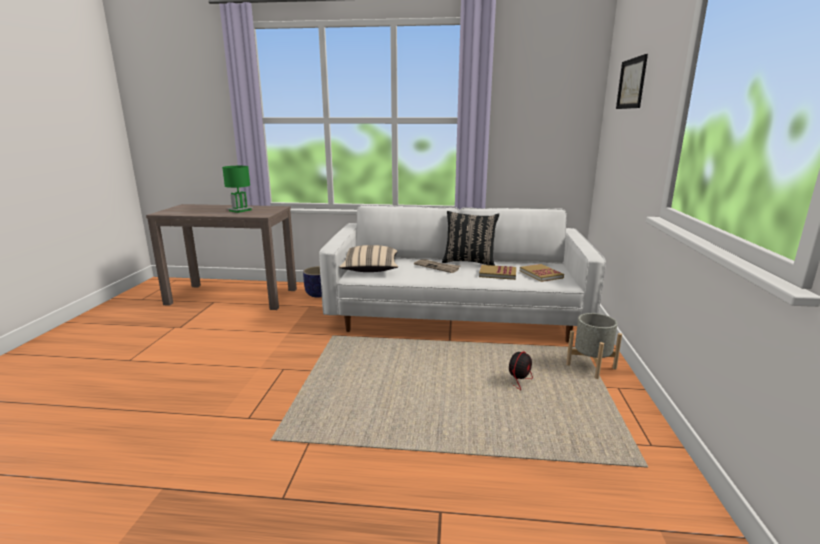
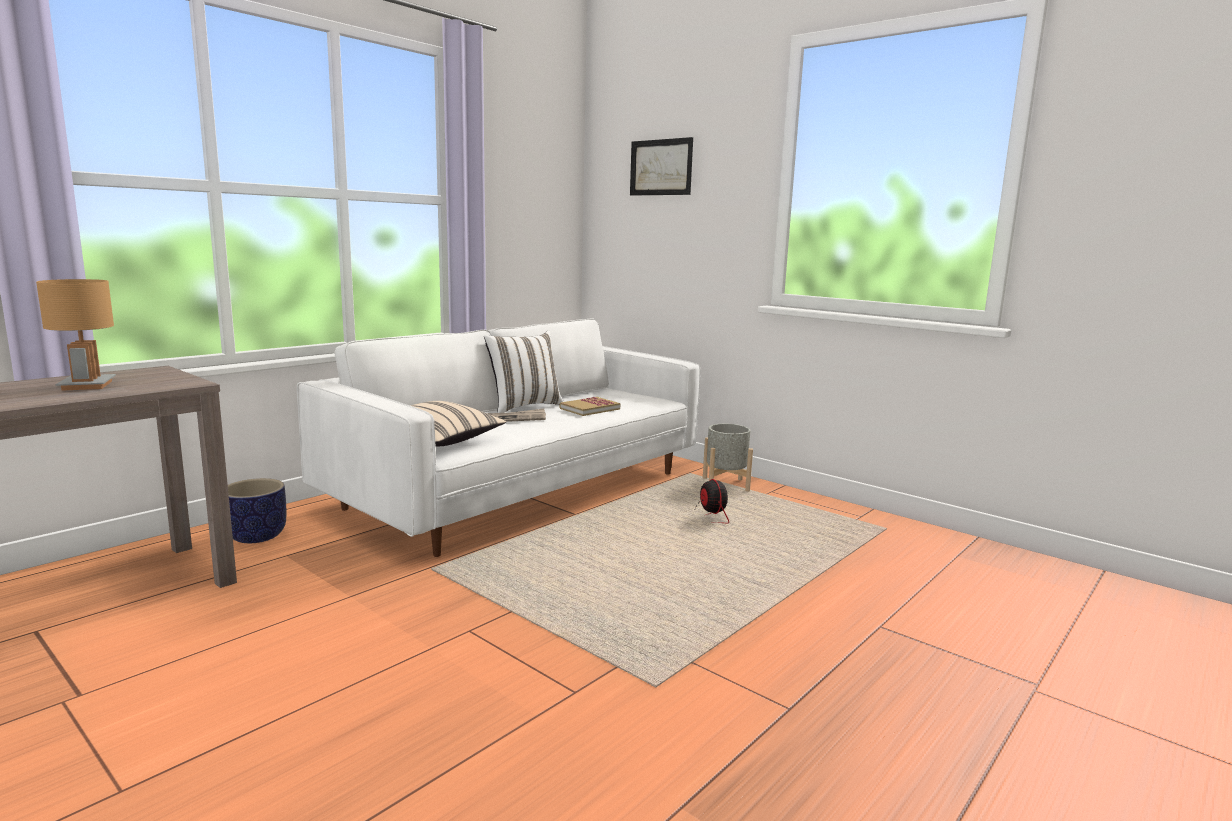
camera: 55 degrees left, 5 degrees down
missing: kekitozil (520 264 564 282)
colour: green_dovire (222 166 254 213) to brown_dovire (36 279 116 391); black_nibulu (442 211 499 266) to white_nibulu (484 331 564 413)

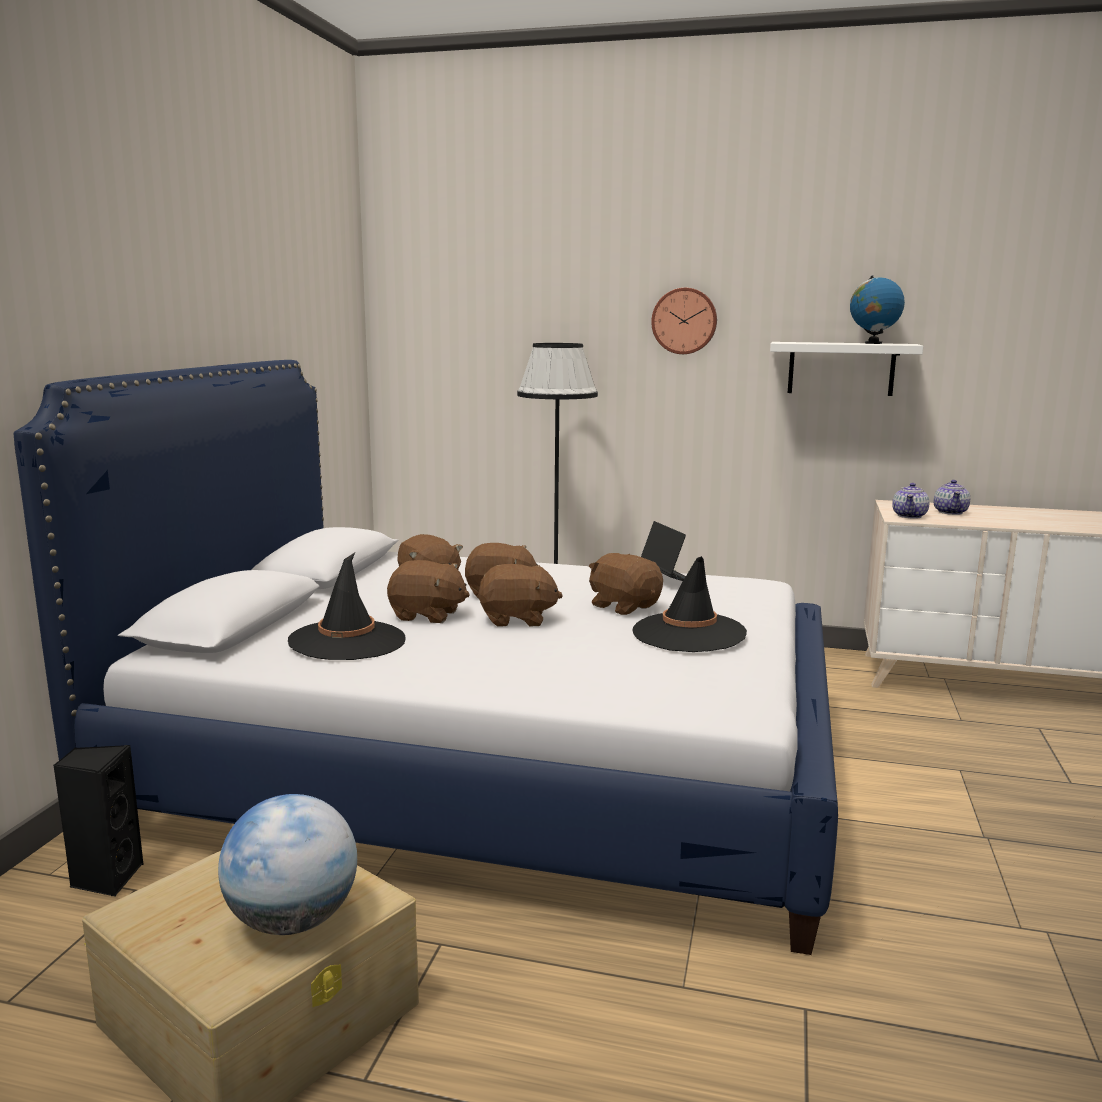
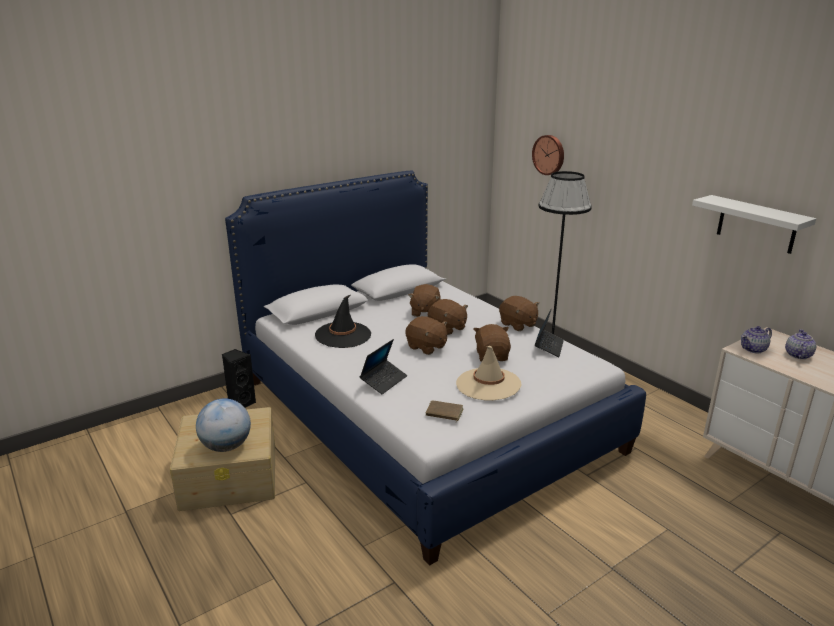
camera: 40 degrees right, 10 degrees up
missing: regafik (850 275 905 344)
appeared: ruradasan (360 339 407 394); brown_kekitozil (426 400 464 422)
relocated: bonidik (651 288 717 354) to (532 135 564 175); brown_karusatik (387 560 470 623) to (499 296 539 331)
colour: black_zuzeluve (632 556 747 652) to beige_zuzeluve (456 346 521 401)
spun: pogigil (933 480 970 515) = (785 329 817 359) 150 degrees clockwise

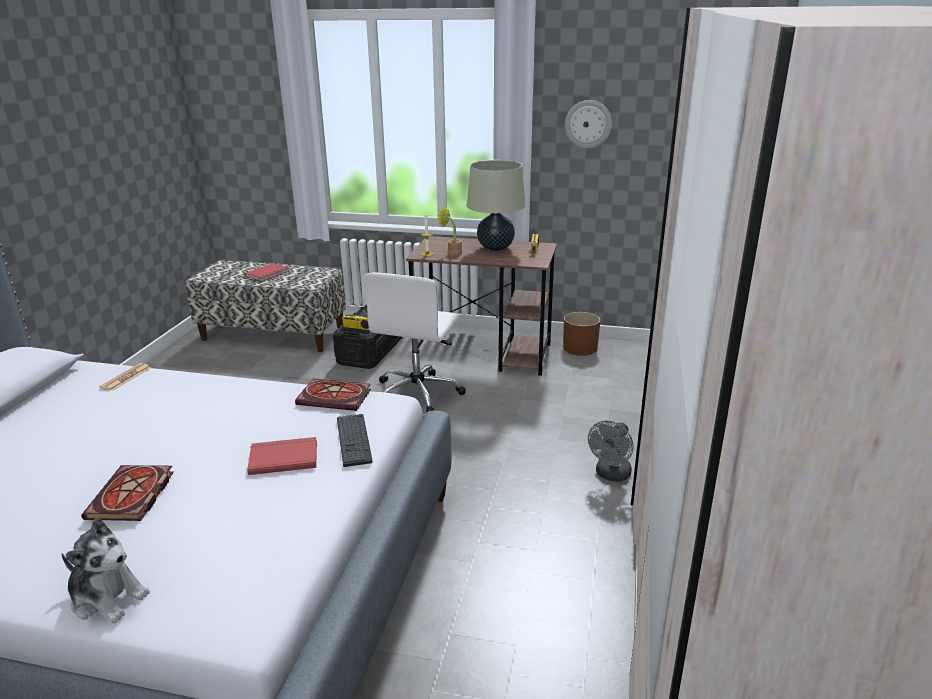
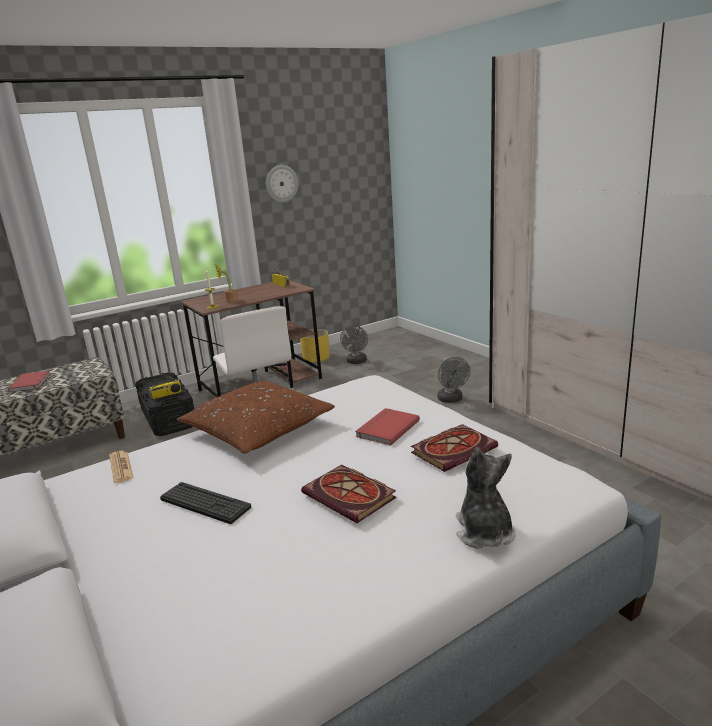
camera: 45 degrees left, 5 degrees down
missing: beige_dovire (467 160 525 251)
appeared: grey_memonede (340 325 368 364); brown_nibulu (177 380 335 454)
relocated: kekitozil (295 378 371 411) to (411 424 498 472); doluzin (337 414 373 467) to (160 482 251 524)
colour: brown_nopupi (563 312 600 356) to yellow_nopupi (300 329 330 362)
spun: karusatik (61 518 150 623) = (456 447 515 549) 75 degrees counterclockwise

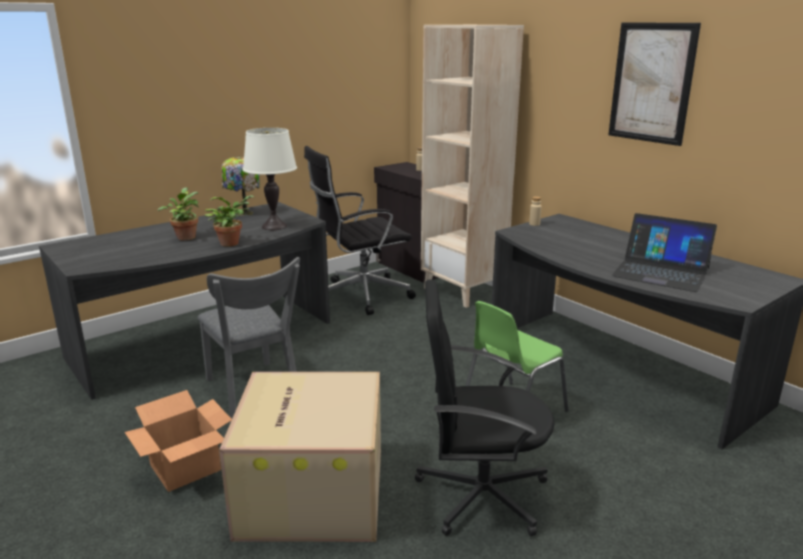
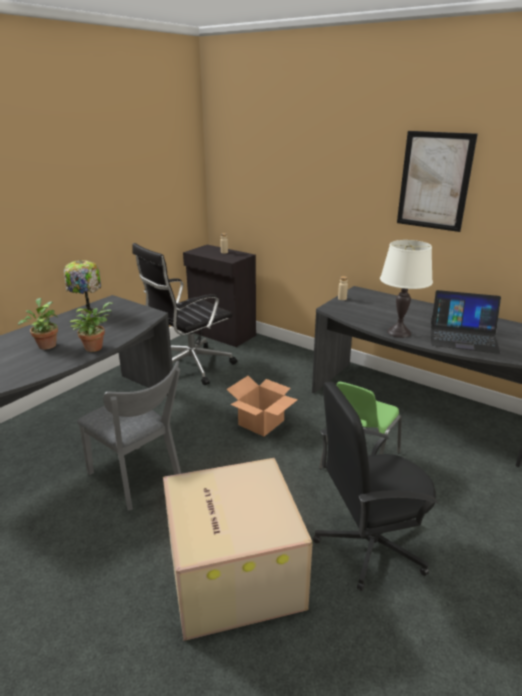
camera: 15 degrees left, 5 degrees up
missing: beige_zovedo (421 25 524 308)
relocated: white_dovire (243 128 297 230) to (380 240 433 338); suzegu (125 390 232 492) to (226 376 298 436)

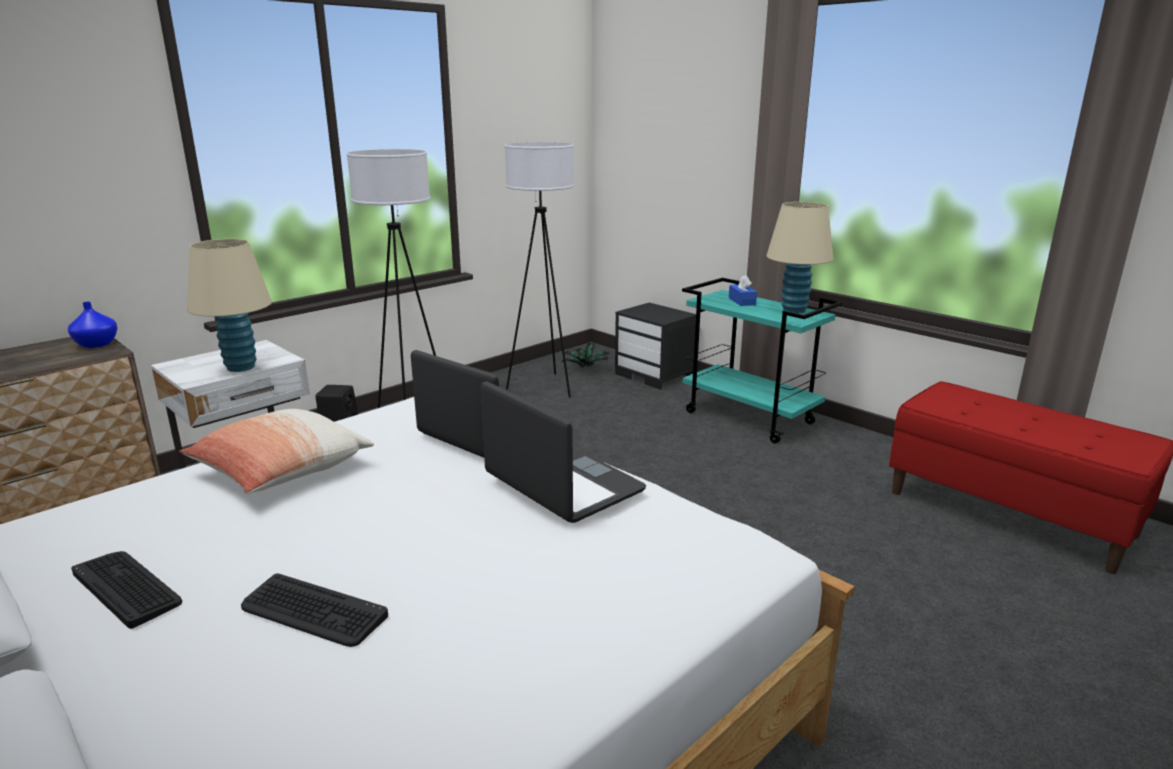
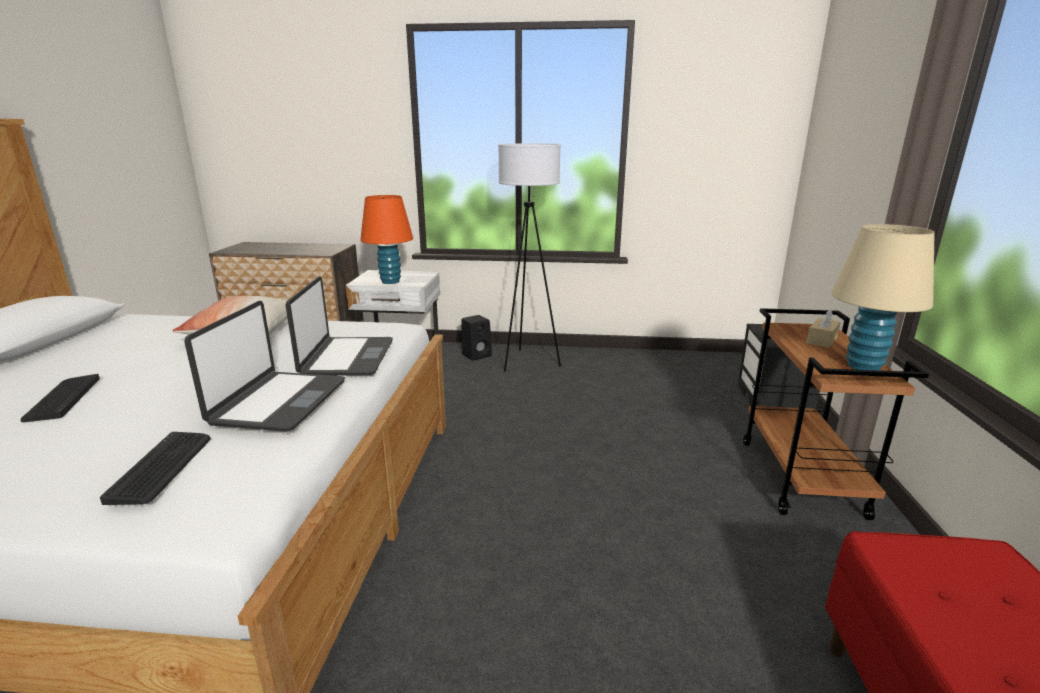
camera: 50 degrees right, 0 degrees up
missing: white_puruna (505 142 574 397); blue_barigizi (68 302 117 348); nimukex (562 343 610 368)
relocated: doluzin (71 551 182 629) to (100 432 211 505)
colour: beige_dovire (187 239 272 372) to orange_dovire (360 195 413 284); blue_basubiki (729 275 757 306) to beige_basubiki (807 309 841 348); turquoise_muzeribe (682 278 842 444) to brown_muzeribe (743 308 929 520)

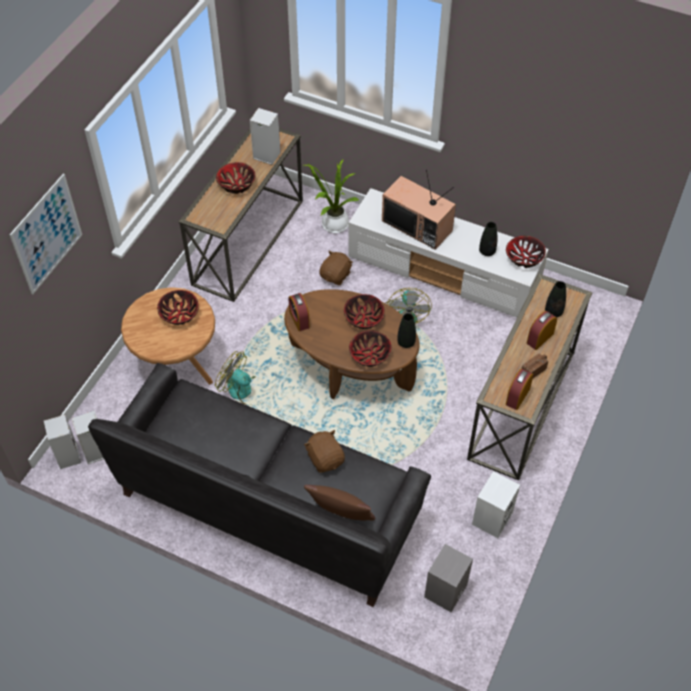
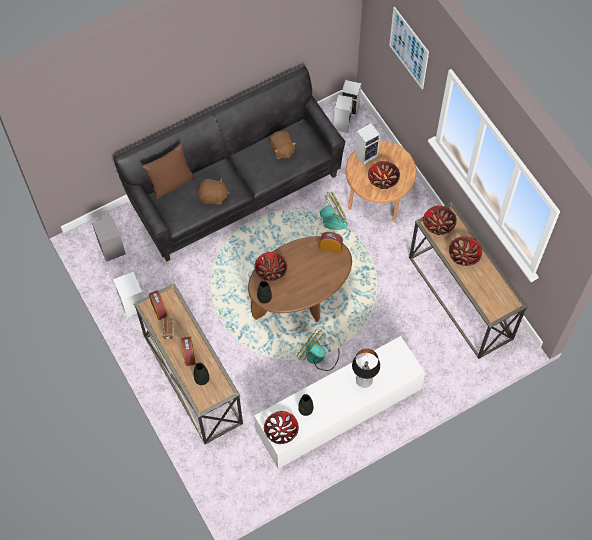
camera: 125 degrees right, 10 degrees up
missing: nimukex (304 158 360 233)
relocated: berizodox (250 108 281 165) to (355 123 380 165); brown_karusatik (319 251 353 285) to (269 131 296 159); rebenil (344 294 385 329) to (423 206 457 235)
exchanged: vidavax (382 170 456 250) to dovire (352 349 380 388)

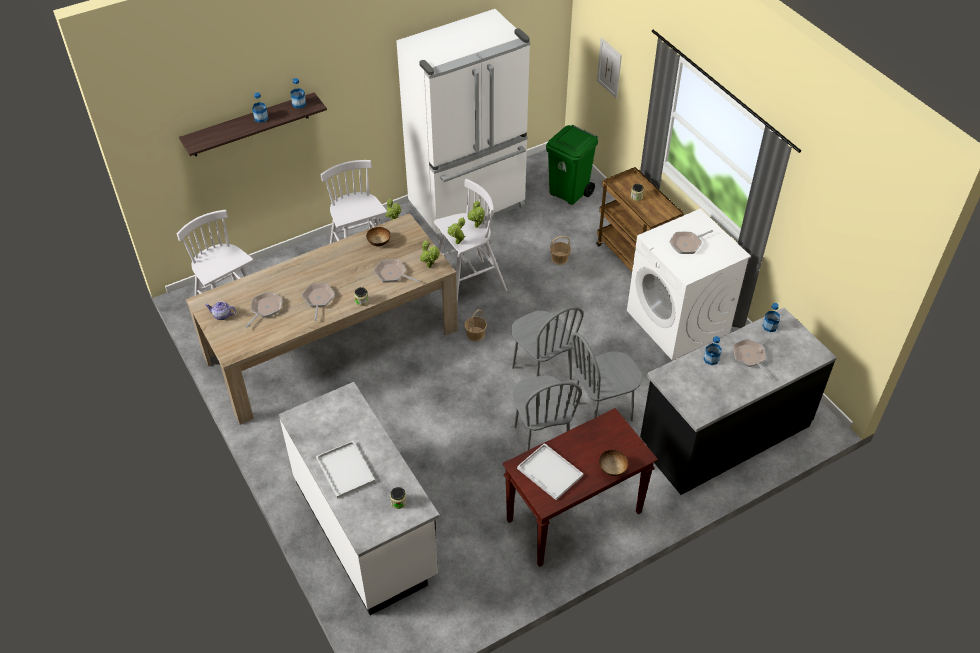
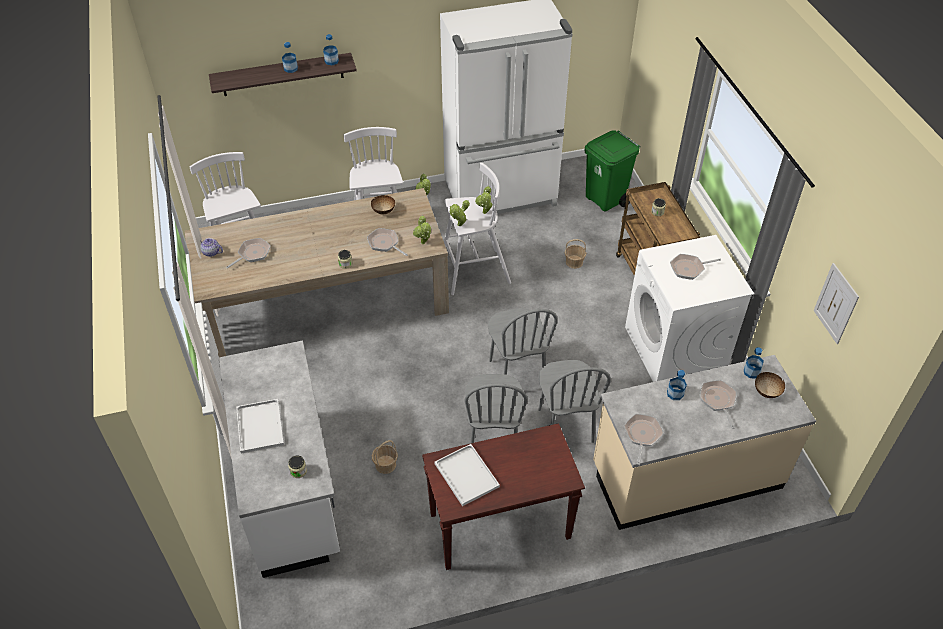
camera: 15 degrees right, 0 degrees up
relocated: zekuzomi (597 38 622 99) to (814 263 859 344); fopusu (302 284 335 321) to (624 414 664 465); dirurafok (464 309 487 341) to (372 440 398 474); rebenil (599 450 628 476) to (755 372 785 398)
colour: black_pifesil (640 308 837 495) to beige_pifesil (593 355 816 530)
spun: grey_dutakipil (572 332 643 421) = (538 360 611 443) 90 degrees counterclockwise

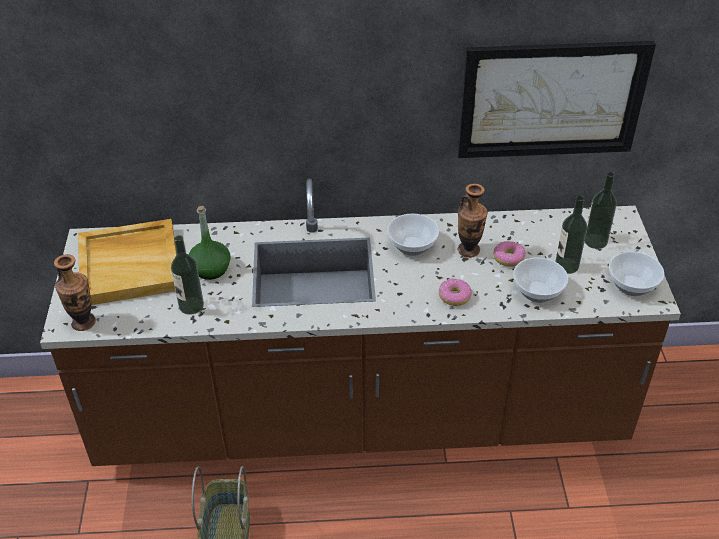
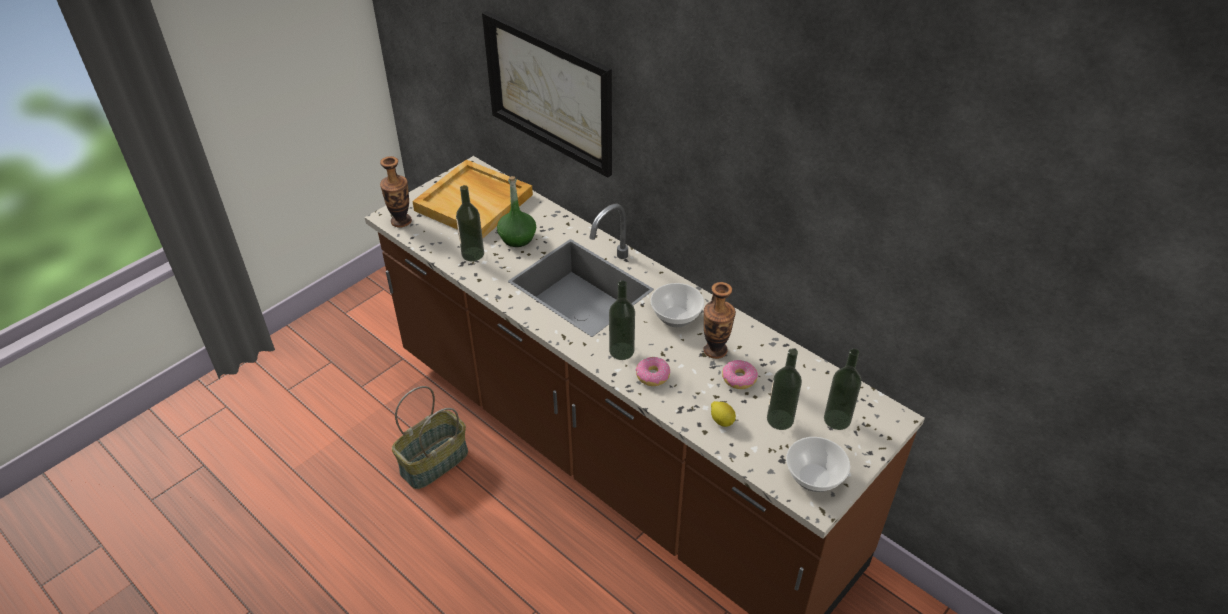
camera: 45 degrees right, 0 degrees up
appeared: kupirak (609 280 635 360)
relocated: zekuzomi (458 41 656 158) to (482 11 612 178)
exchanged: rebenil (513 257 568 303) to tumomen (711 401 736 427)

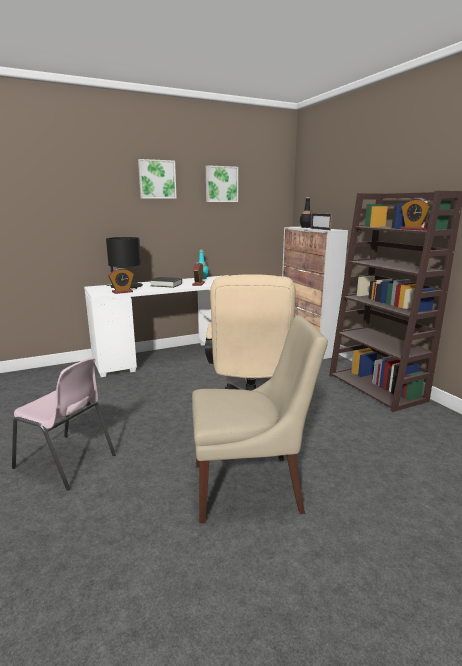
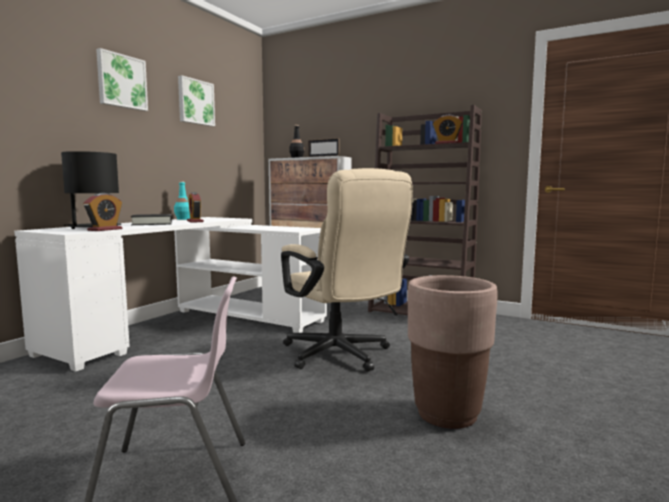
camera: 35 degrees left, 10 degrees down
exchanged: beige_dutakipil (192 316 328 523) to brown_nopupi (408 275 497 429)

